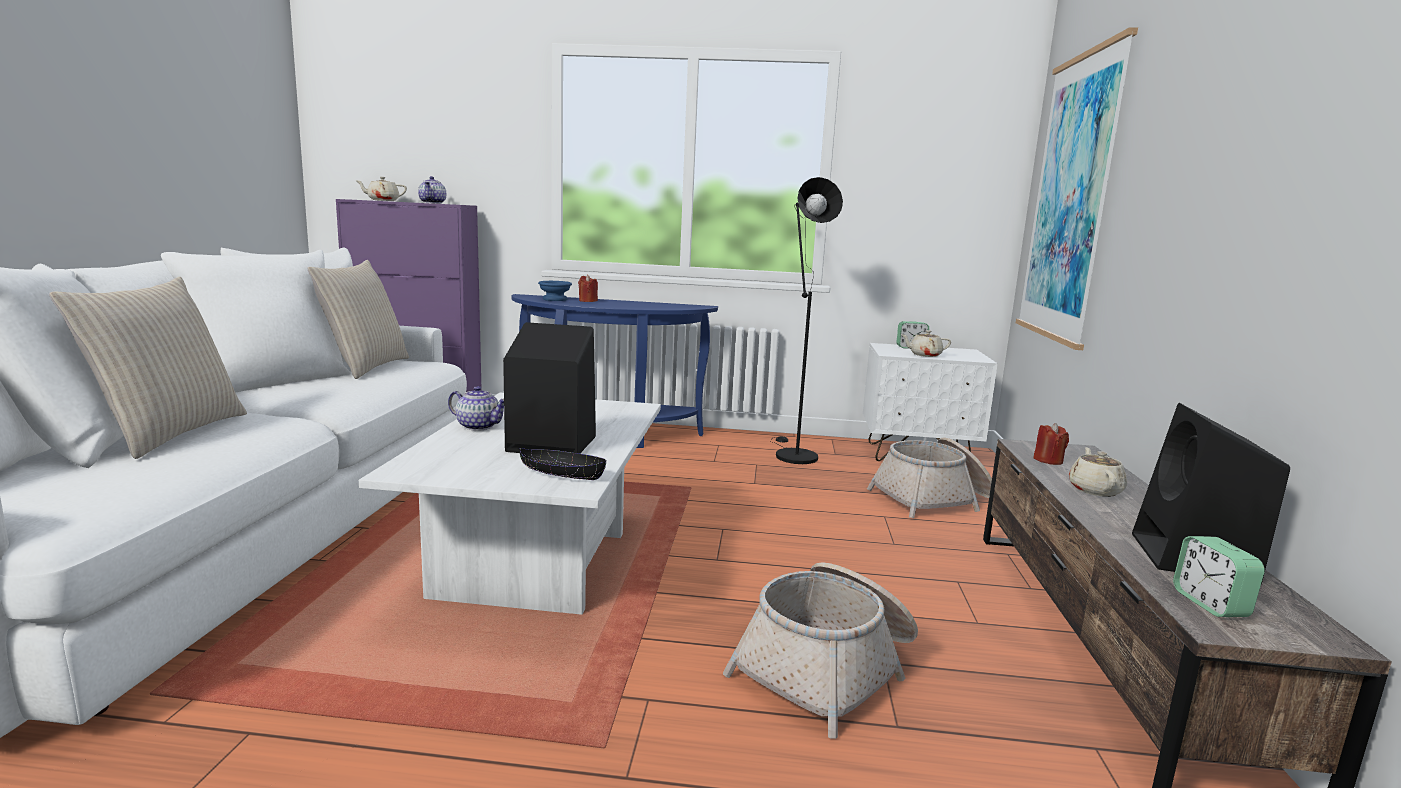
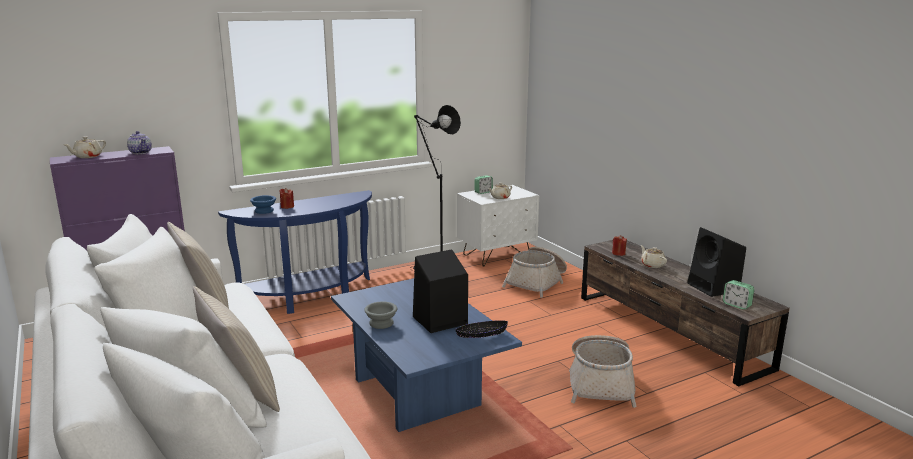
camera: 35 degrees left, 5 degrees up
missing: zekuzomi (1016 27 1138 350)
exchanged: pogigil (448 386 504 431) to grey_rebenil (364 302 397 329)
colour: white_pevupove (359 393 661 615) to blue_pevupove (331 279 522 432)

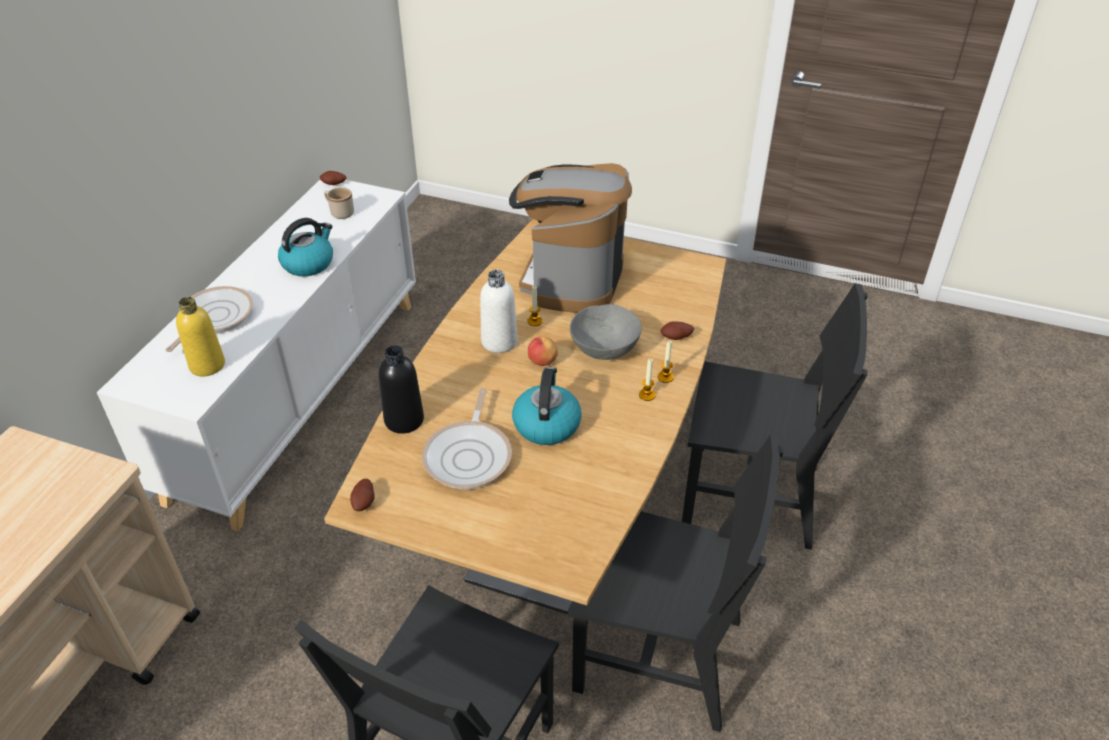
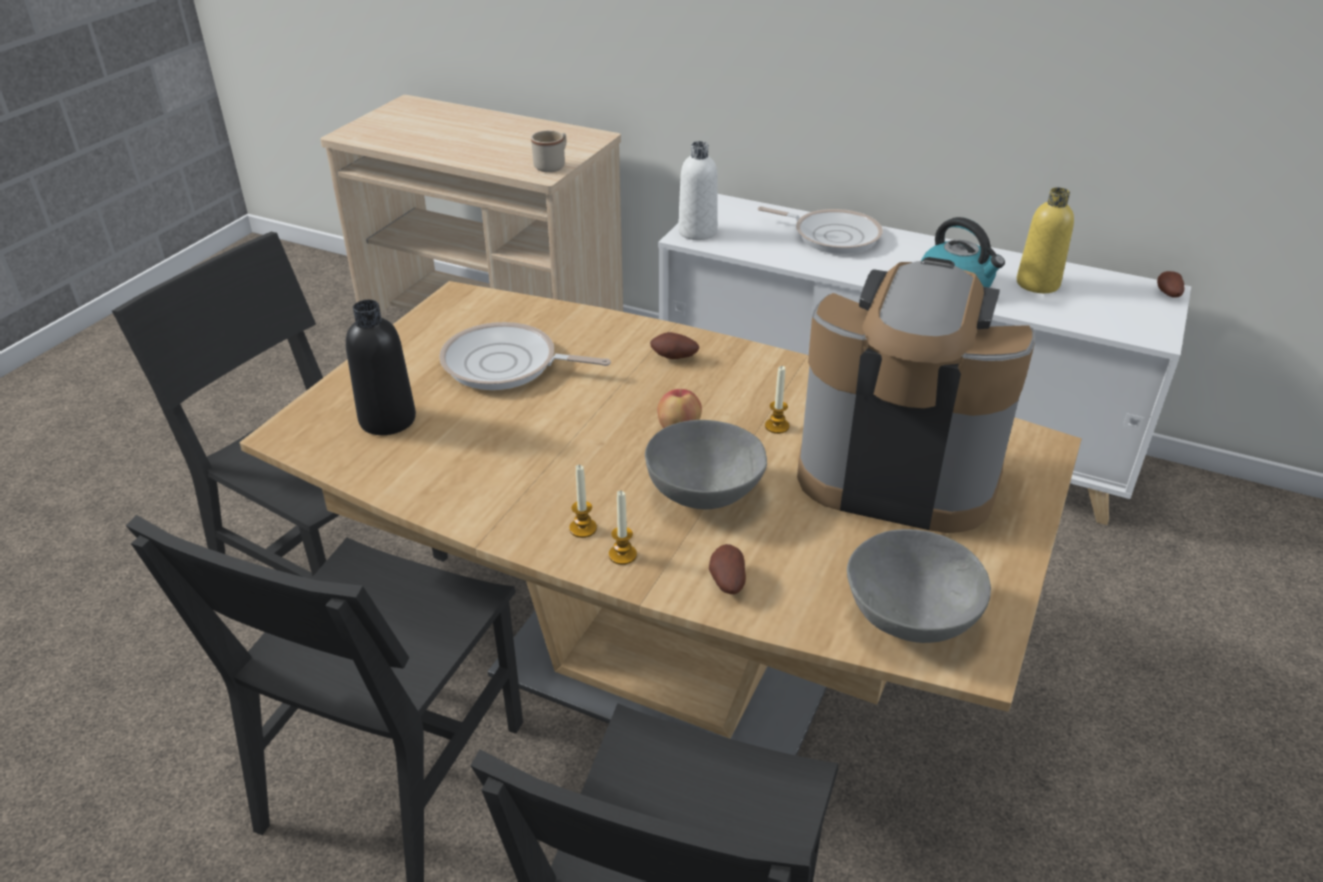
camera: 95 degrees right, 5 degrees down
missing: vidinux (512 367 582 445)
appeared: grey_rebenil (847 529 991 643)
relocated: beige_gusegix (324 187 354 219) to (531 130 566 172); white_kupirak (480 270 518 353) to (678 141 718 240); yellow_kupirak (176 297 225 376) to (1017 187 1074 293); black_kupirak (379 345 424 434) to (346 300 416 435); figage (350 479 375 511) to (650 332 699 359)

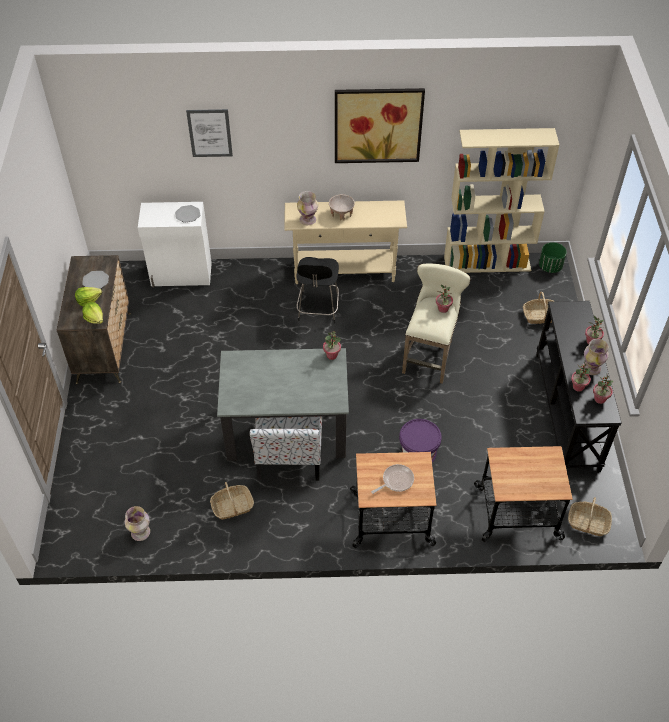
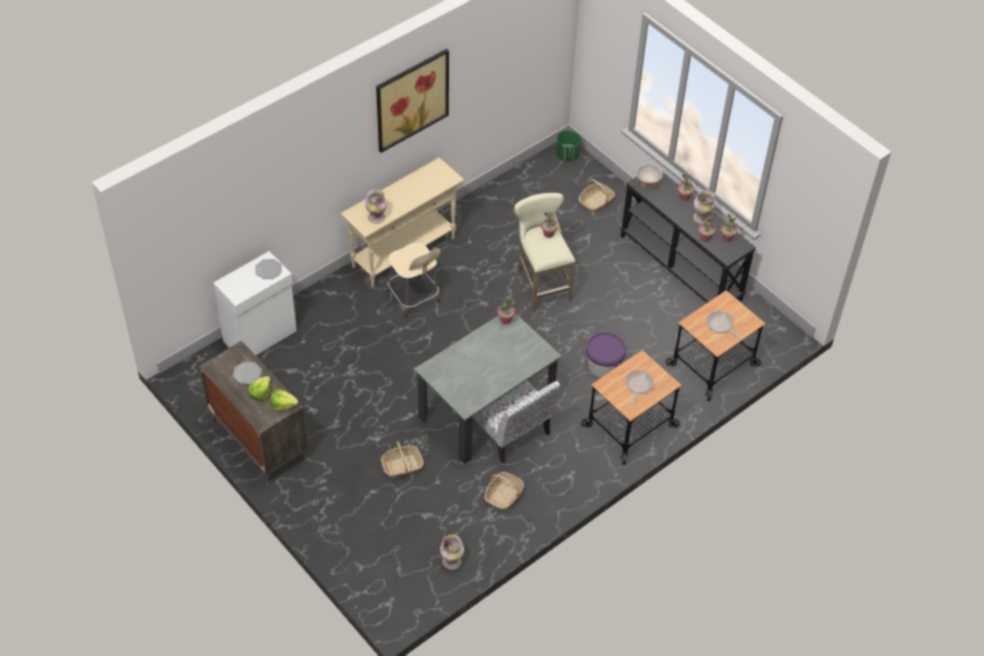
camera: 40 degrees left, 0 degrees up
missing: zekuzomi (186 109 233 157); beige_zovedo (444 128 559 273)
appeared: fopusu (706 311 742 339)
relocated: beige_rebenil (329 194 355 221) to (636 164 663 190); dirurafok (568 497 612 536) to (381 441 424 478)
colour: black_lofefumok (296 257 339 324) to beige_lofefumok (387 242 441 318)

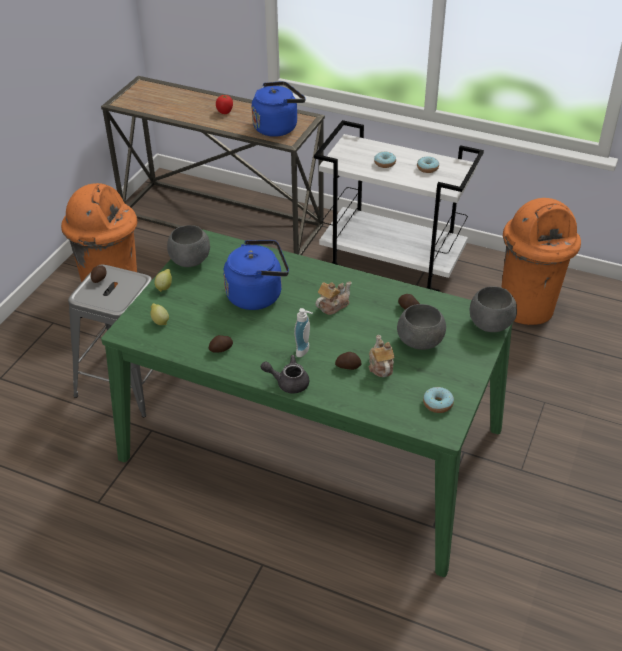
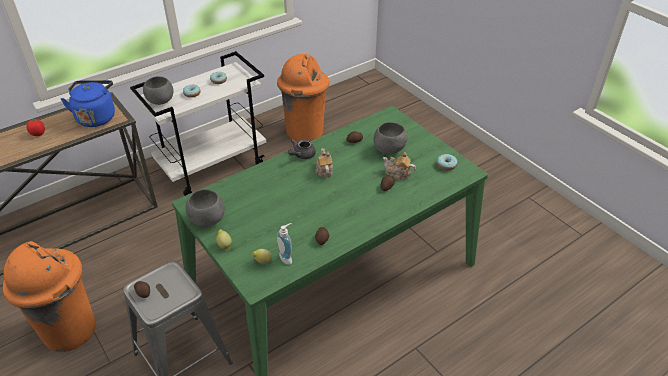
camera: 60 degrees left, 0 degrees up
missing: blue_vidinux (223 240 289 310)
relocated: grey_rebenil (470 286 517 332) to (143 76 174 105); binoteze (294 308 313 357) to (277 223 292 265); grey_pogigil (261 355 309 394) to (288 139 316 159)

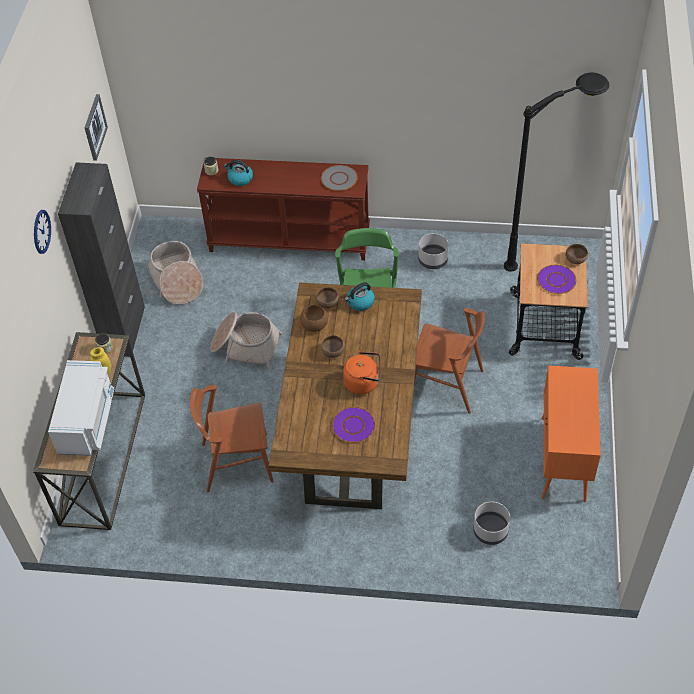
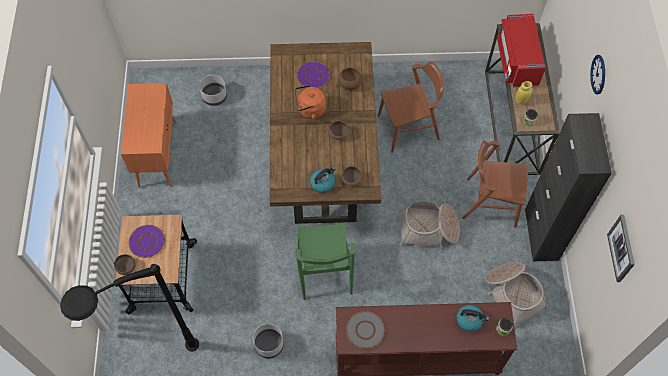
camera: 170 degrees right, 10 degrees up
relocated: brown_rebenil (300 305 328 332) to (339 68 362 90); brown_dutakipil (414 308 485 414) to (462 141 529 228)
colour: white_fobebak (48 360 114 456) to red_fobebak (497 14 546 88)

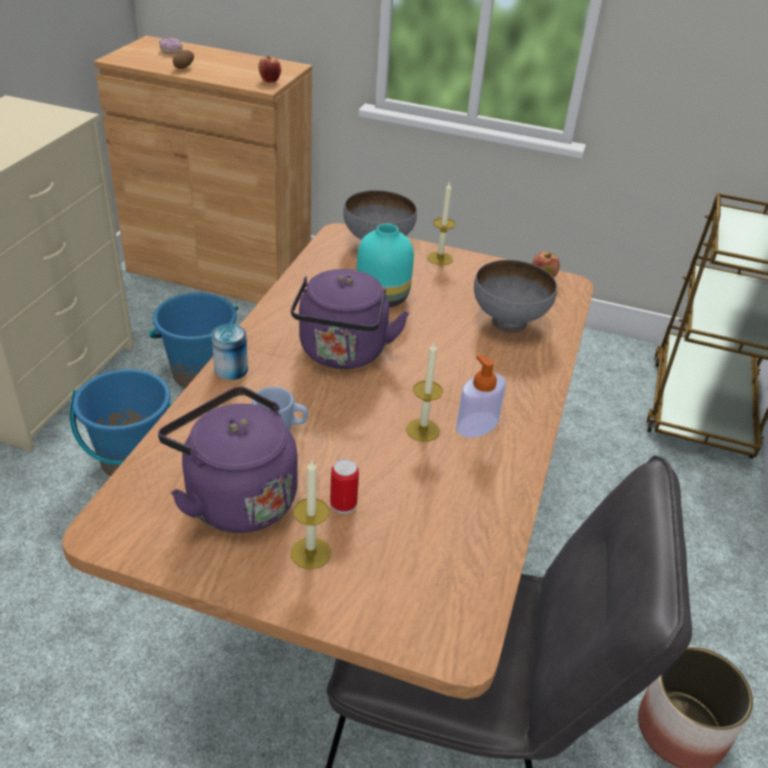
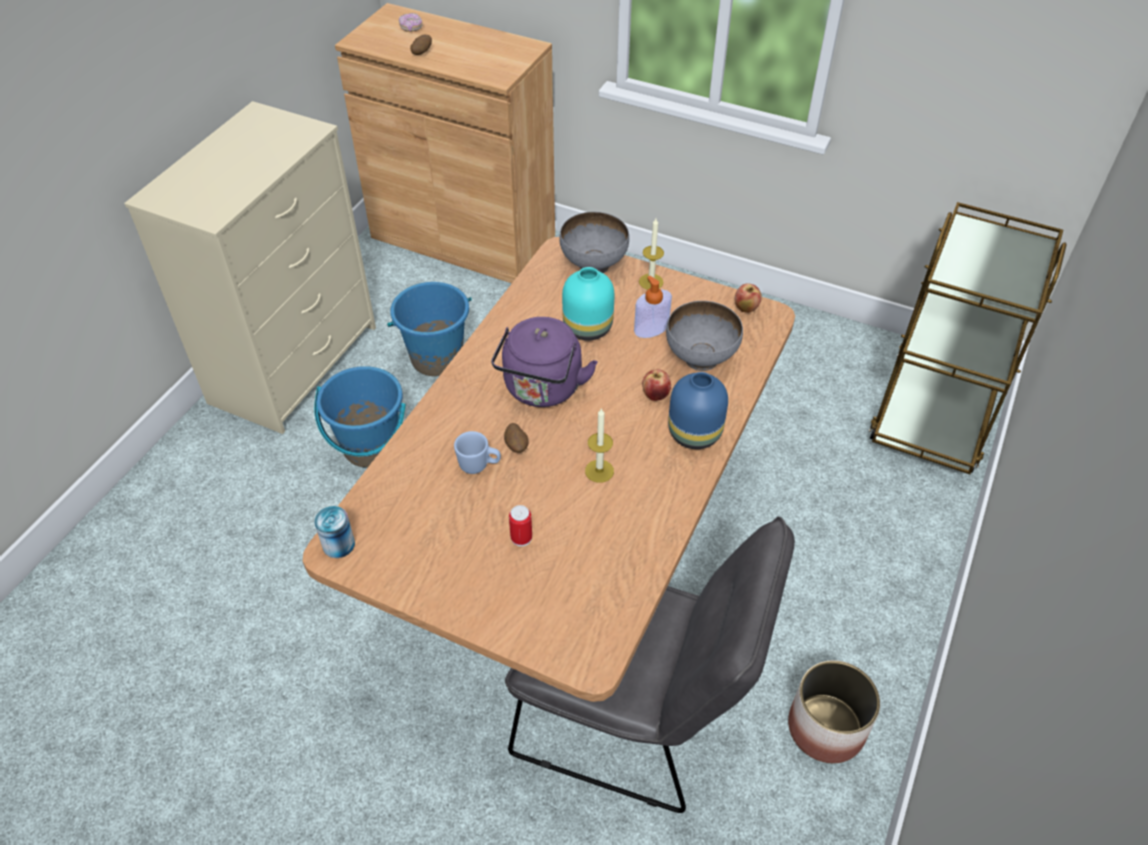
camera: 10 degrees right, 10 degrees up
missing: purple_vidinux (158 387 298 533); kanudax (291 460 331 569)
appeared: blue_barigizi (668 372 728 449); figage (504 423 528 453)
relocated: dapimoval (258 56 281 83) to (642 369 671 401); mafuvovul (211 324 248 380) to (314 506 355 558); binoteze (456 354 506 438) to (634 276 672 338)

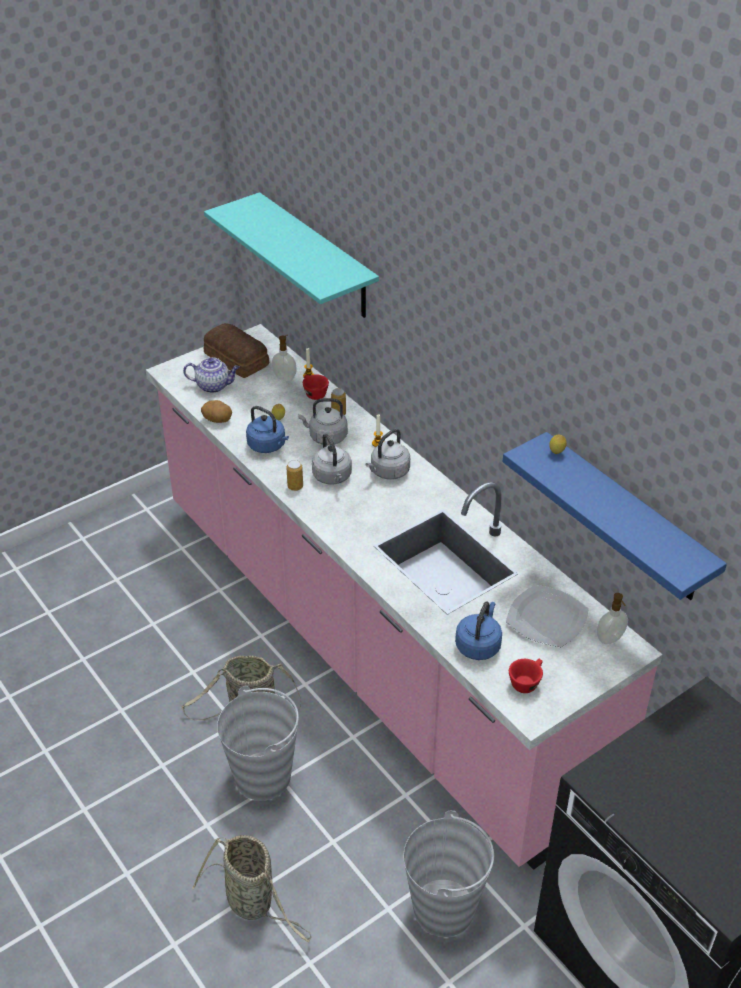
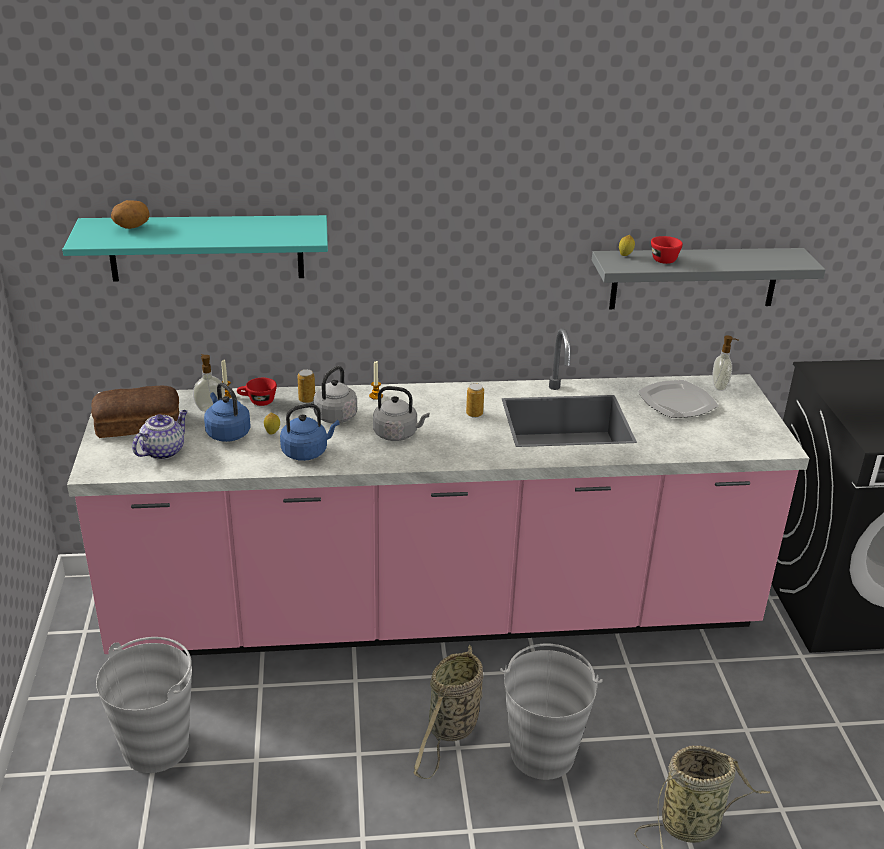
camera: 60 degrees left, 10 degrees down
missing: grey_vidinux (365 429 410 480)
relocated: figage (201 400 232 423) to (111 200 149 229); mafuvovul (286 460 303 491) to (466 383 484 418); blue_vidinux (455 602 502 660) to (204 382 251 442); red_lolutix (509 659 543 693) to (651 236 683 264); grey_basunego (404 811 494 937) to (96 637 192 773)
colour: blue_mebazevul (503 432 727 600) to grey_mebazevul (592 248 826 309)

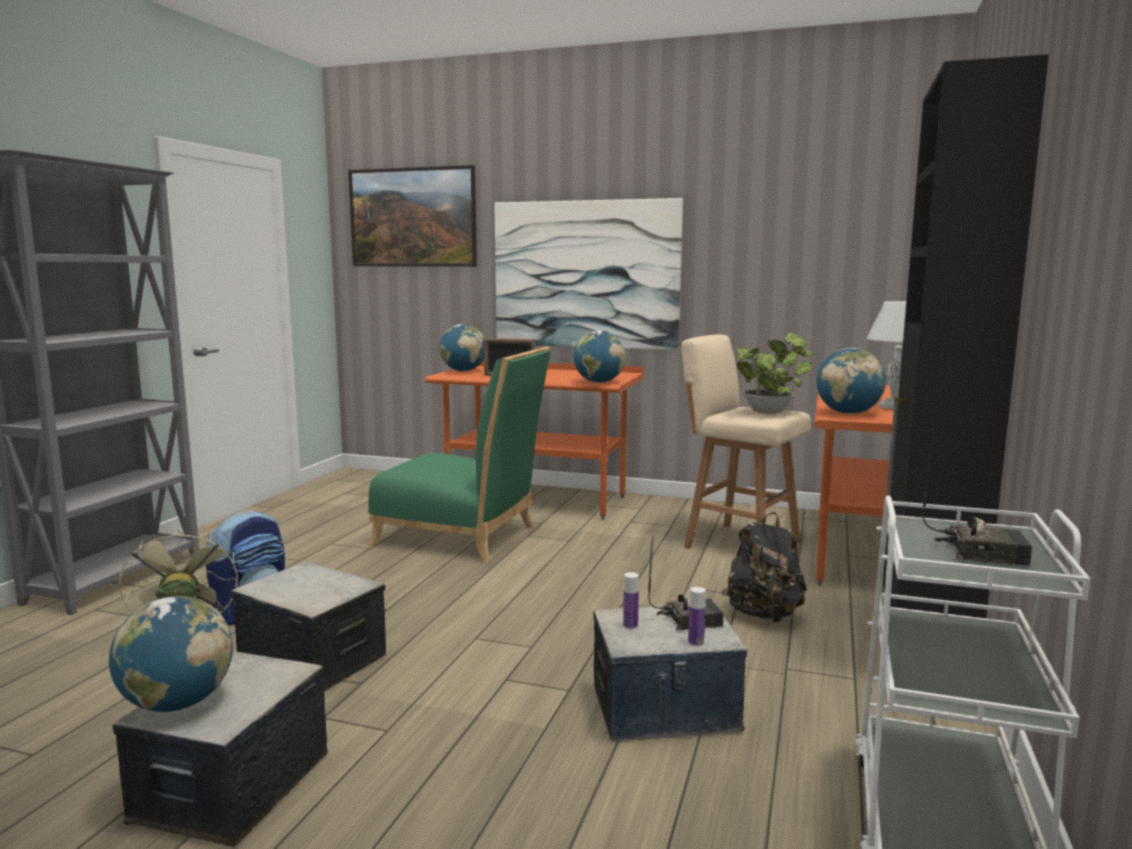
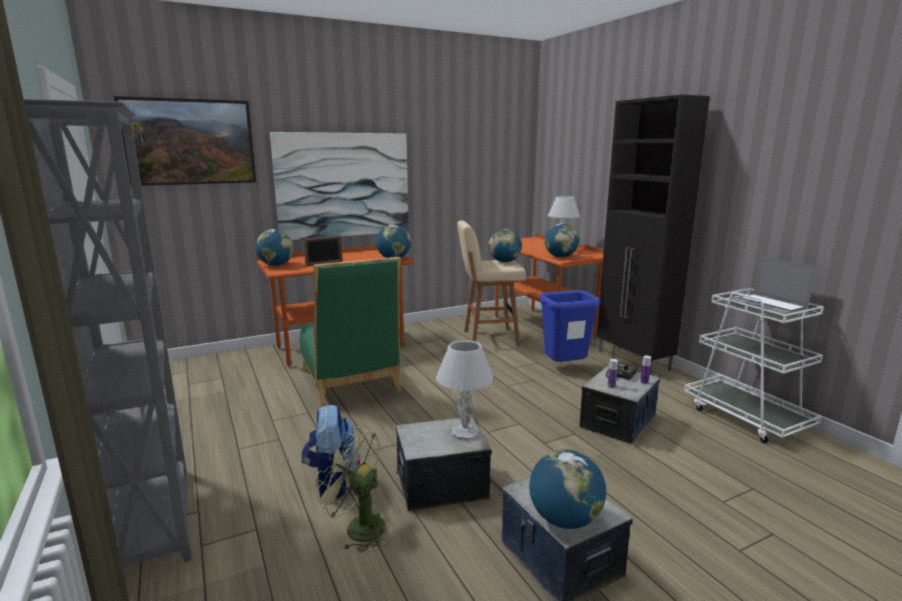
camera: 45 degrees left, 5 degrees up
appeared: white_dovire (436 340 494 441)
exchanged: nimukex (735 333 814 414) to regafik (489 229 522 262); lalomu (922 430 1032 566) to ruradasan (731 257 816 317); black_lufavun (722 512 807 623) to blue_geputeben (539 290 600 362)
spun: green_dutakipil (368 347 550 562) = (300 257 401 407) 90 degrees clockwise

